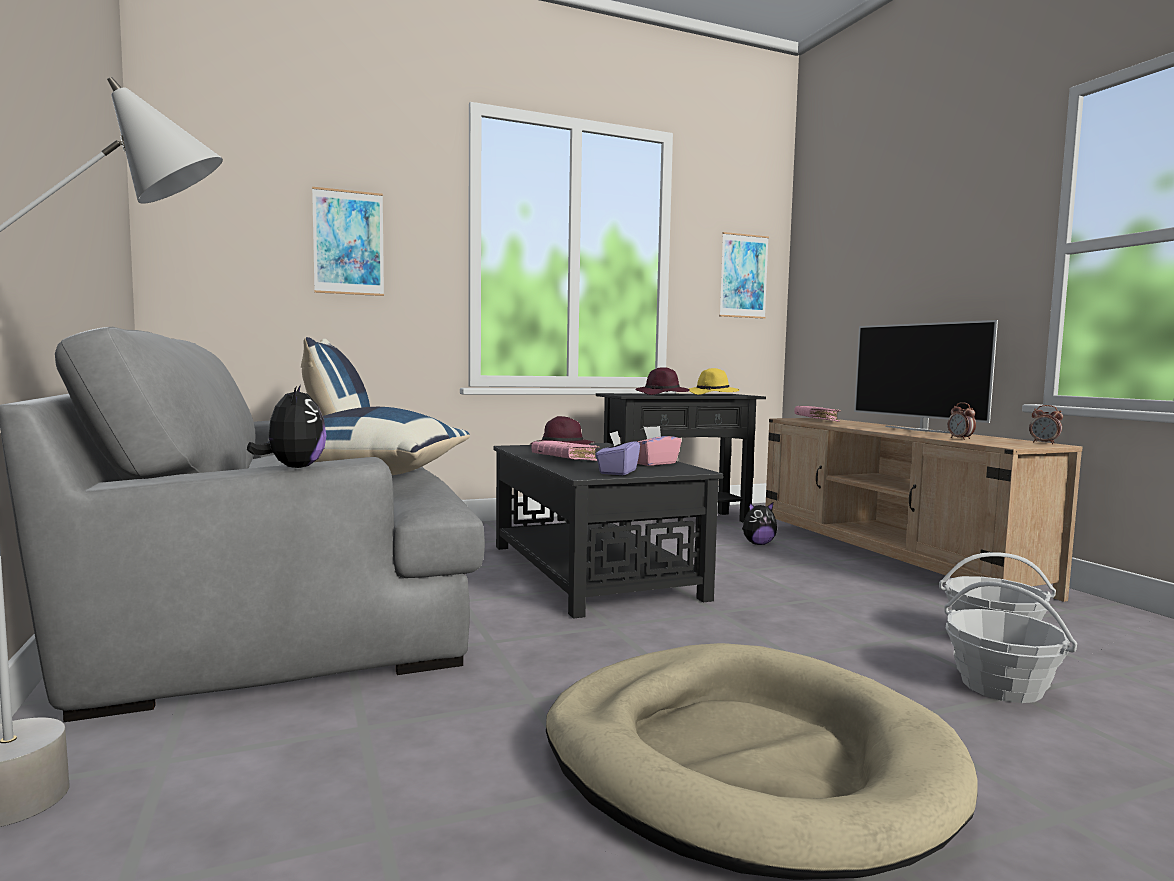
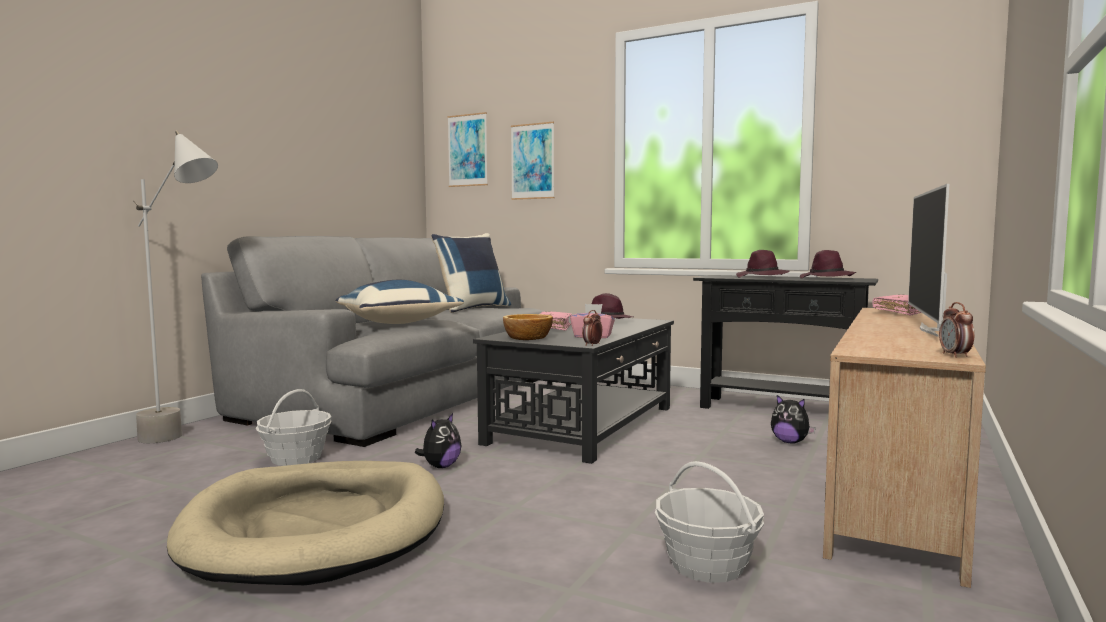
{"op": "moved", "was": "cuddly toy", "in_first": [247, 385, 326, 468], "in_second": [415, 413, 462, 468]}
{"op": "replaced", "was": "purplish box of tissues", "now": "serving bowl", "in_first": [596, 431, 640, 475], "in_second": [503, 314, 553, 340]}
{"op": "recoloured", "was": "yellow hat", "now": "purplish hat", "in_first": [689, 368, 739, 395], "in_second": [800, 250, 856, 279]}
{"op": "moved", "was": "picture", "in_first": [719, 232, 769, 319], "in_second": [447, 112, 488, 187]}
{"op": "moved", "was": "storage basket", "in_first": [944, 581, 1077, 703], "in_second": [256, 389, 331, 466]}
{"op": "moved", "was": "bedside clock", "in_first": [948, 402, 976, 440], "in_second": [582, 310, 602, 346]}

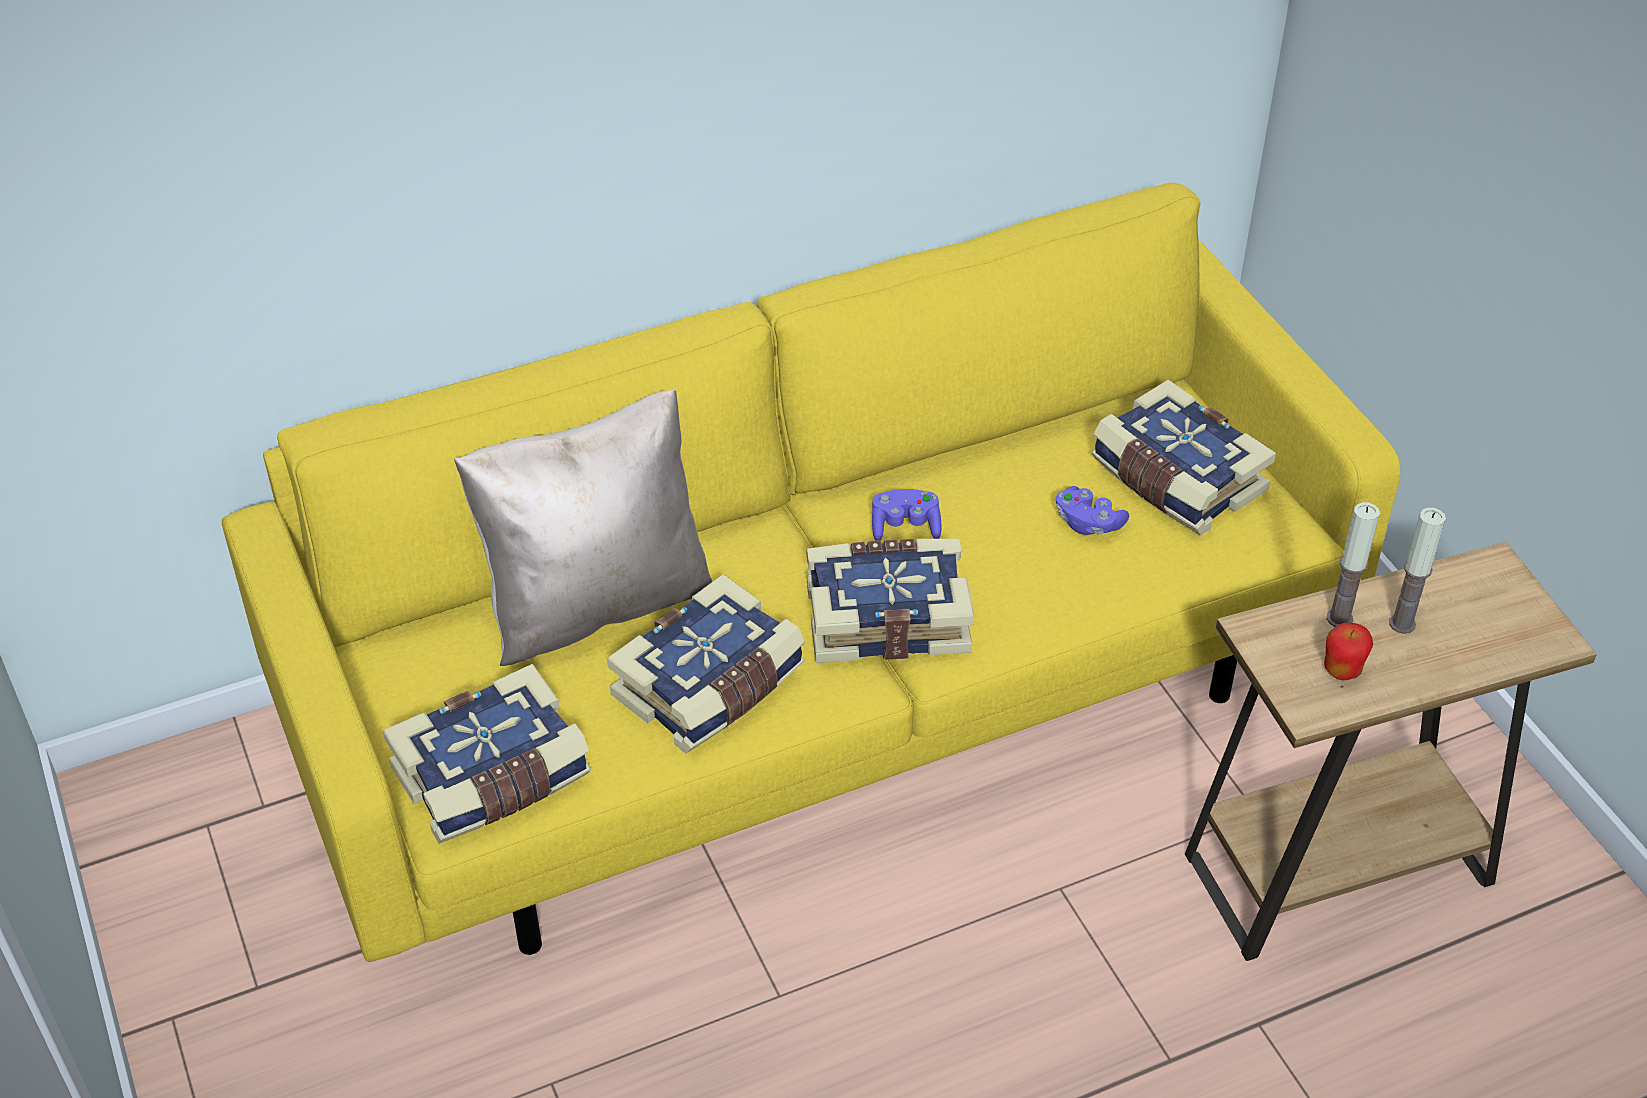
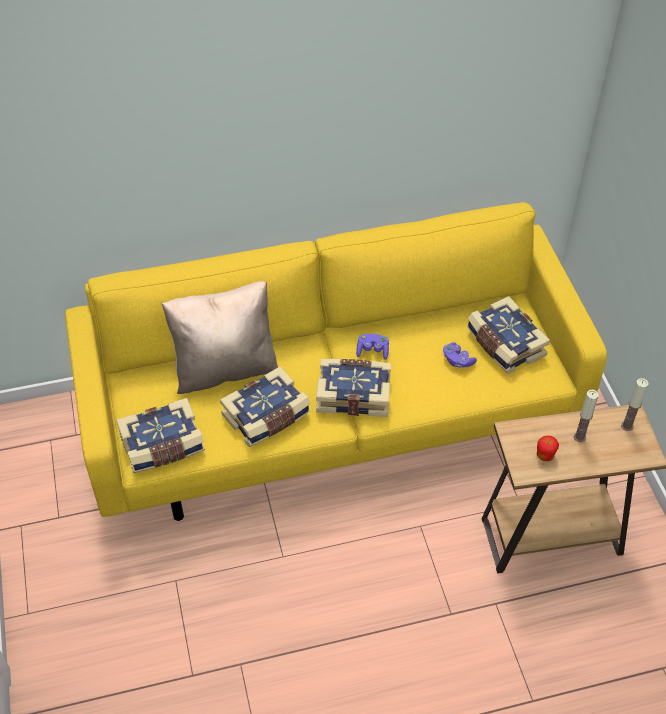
{"op": "moved", "was": "wax candle", "in_first": [1327, 502, 1380, 627], "in_second": [621, 378, 648, 431]}

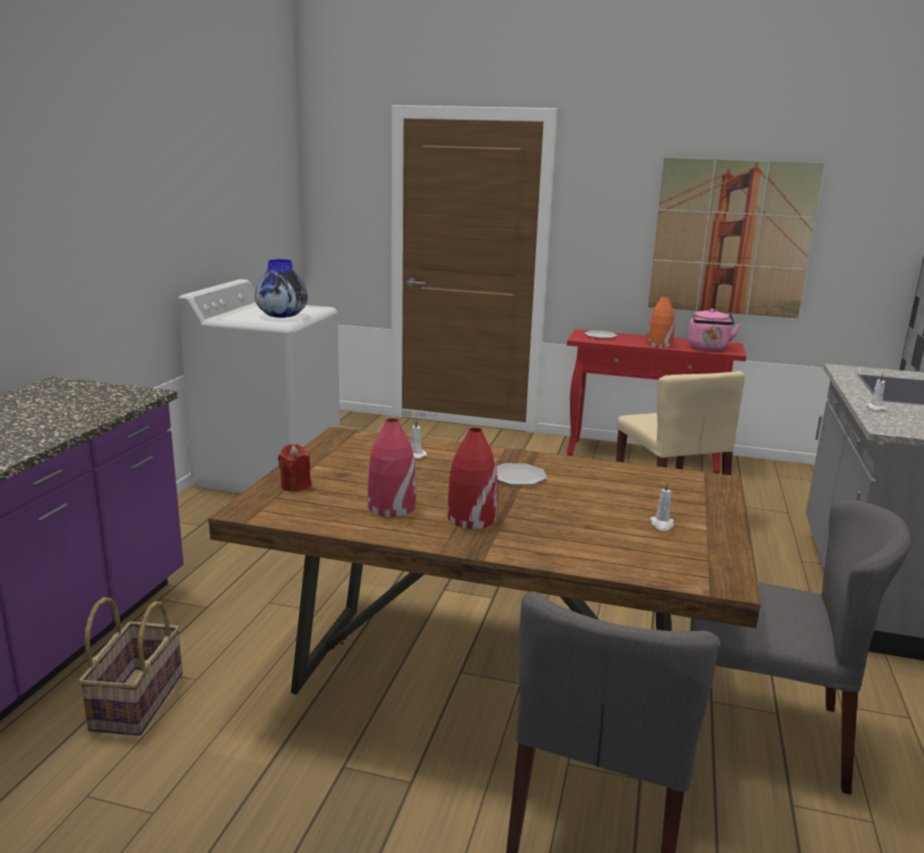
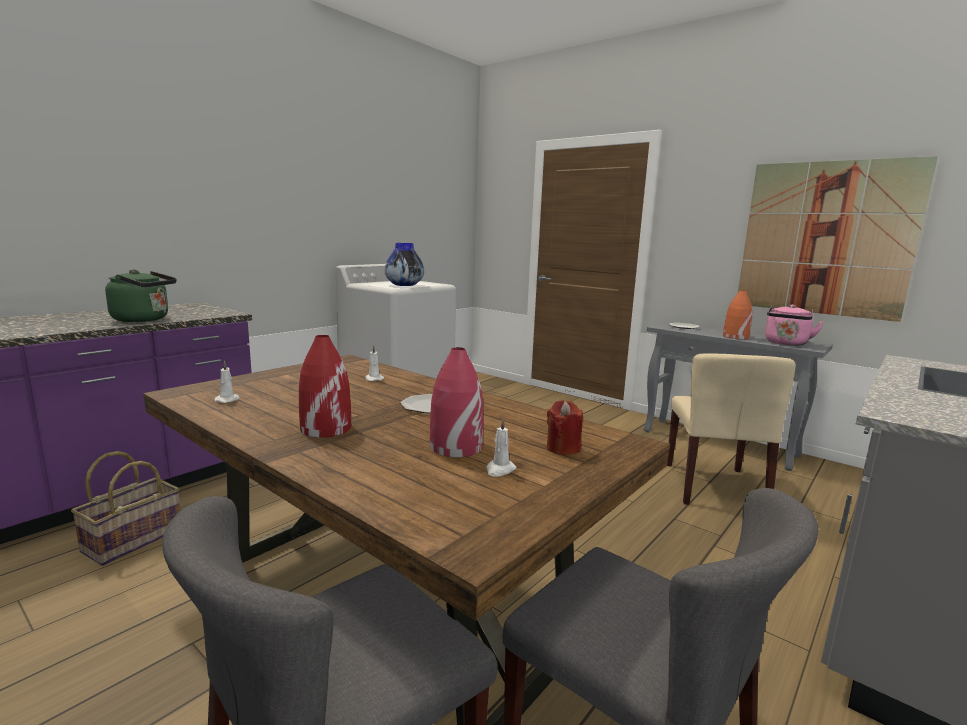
{"op": "moved", "was": "red wax candle", "in_first": [278, 444, 311, 492], "in_second": [547, 400, 583, 455]}
{"op": "moved", "was": "red vase", "in_first": [368, 418, 416, 517], "in_second": [430, 347, 483, 457]}
{"op": "recoloured", "was": "red console table", "now": "greyish console table", "in_first": [567, 329, 746, 474], "in_second": [644, 322, 833, 471]}
{"op": "moved", "was": "whitish wax candle", "in_first": [865, 374, 887, 411], "in_second": [215, 361, 239, 403]}
{"op": "added", "now": "green-coloured water kettle", "in_second": [105, 270, 177, 322]}

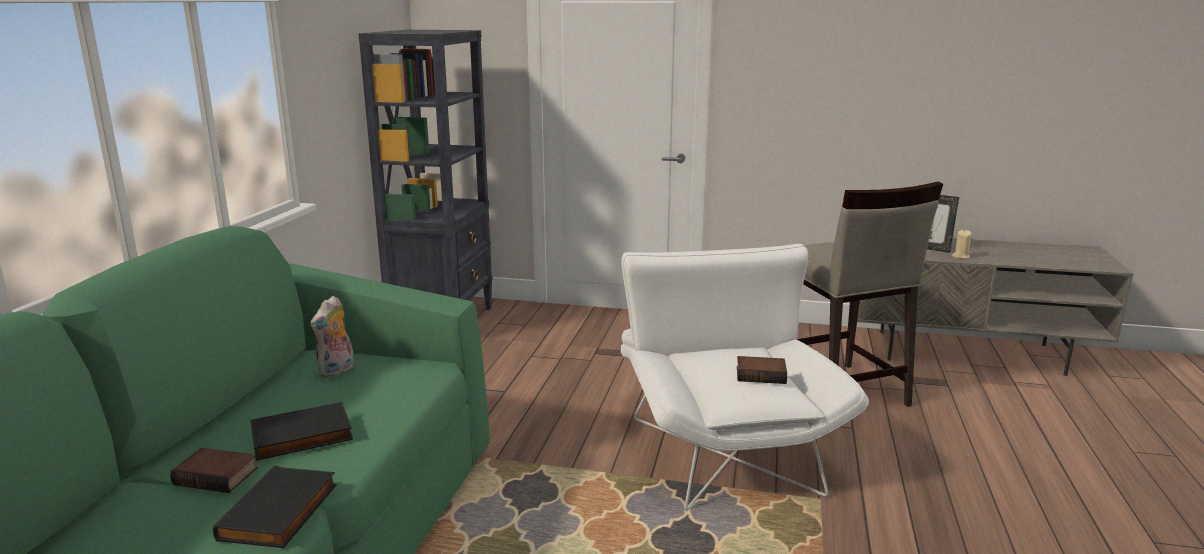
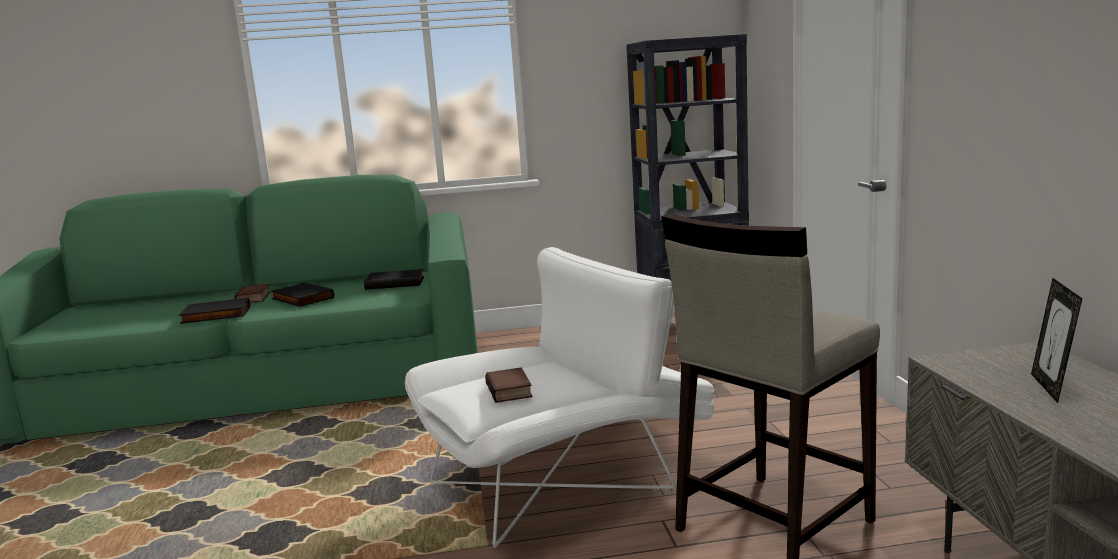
{"op": "replaced", "was": "cuddly toy", "now": "black-coloured bound book", "in_first": [310, 296, 354, 378], "in_second": [364, 269, 424, 290]}
{"op": "removed", "was": "beige-coloured wax candle", "in_first": [952, 230, 971, 259]}

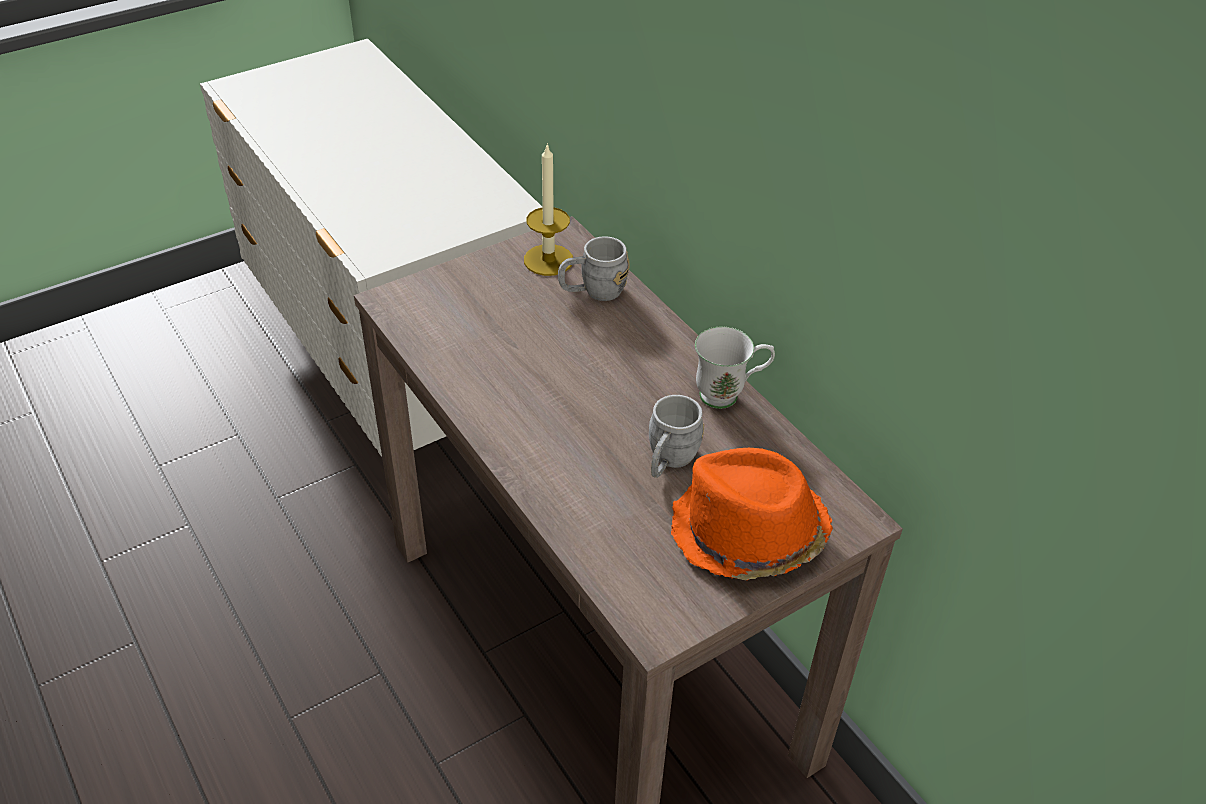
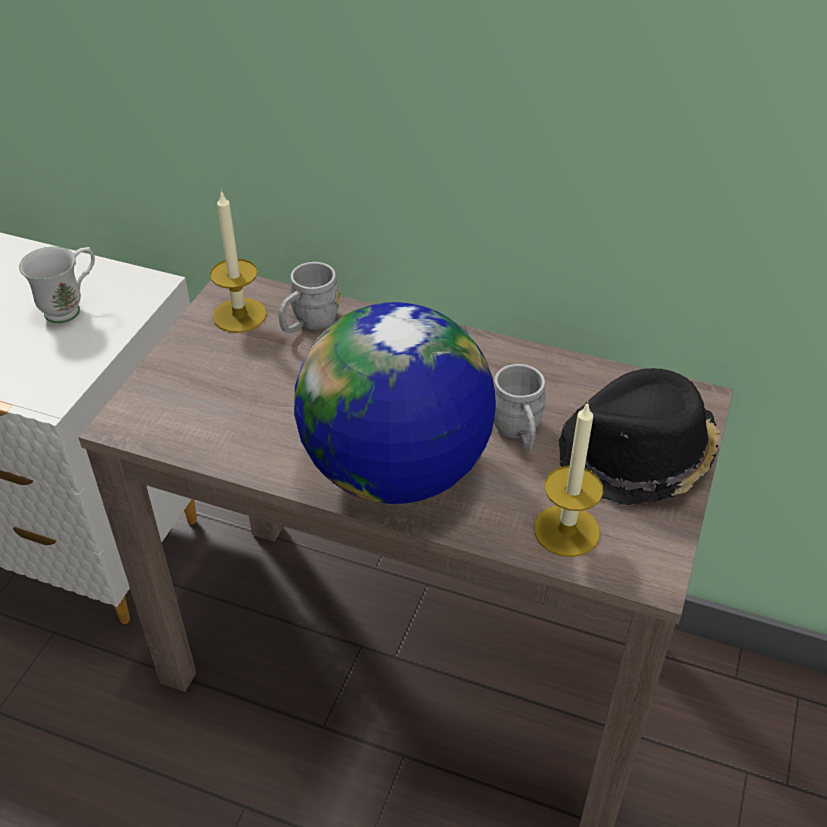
{"op": "recoloured", "was": "orangey hat", "now": "black-coloured hat", "in_first": [671, 448, 833, 580], "in_second": [559, 368, 720, 505]}
{"op": "moved", "was": "whitish coffee mug", "in_first": [695, 327, 775, 409], "in_second": [19, 247, 95, 323]}
{"op": "added", "now": "globe", "in_second": [294, 302, 496, 504]}
{"op": "added", "now": "wax candle", "in_second": [534, 402, 603, 557]}

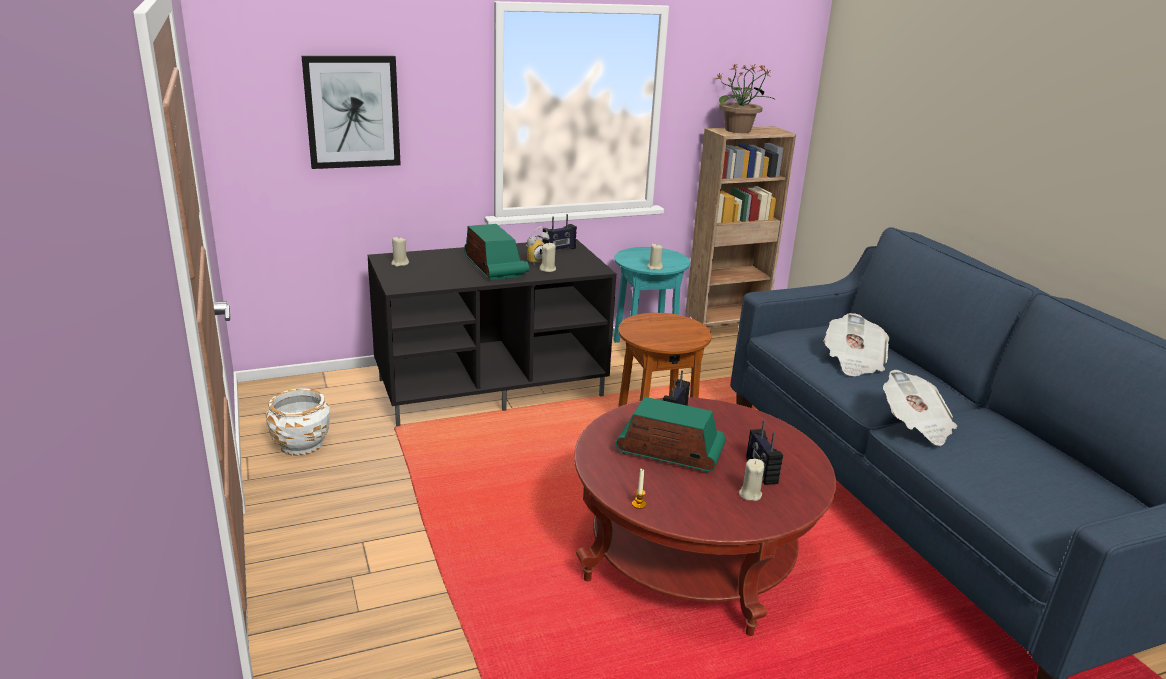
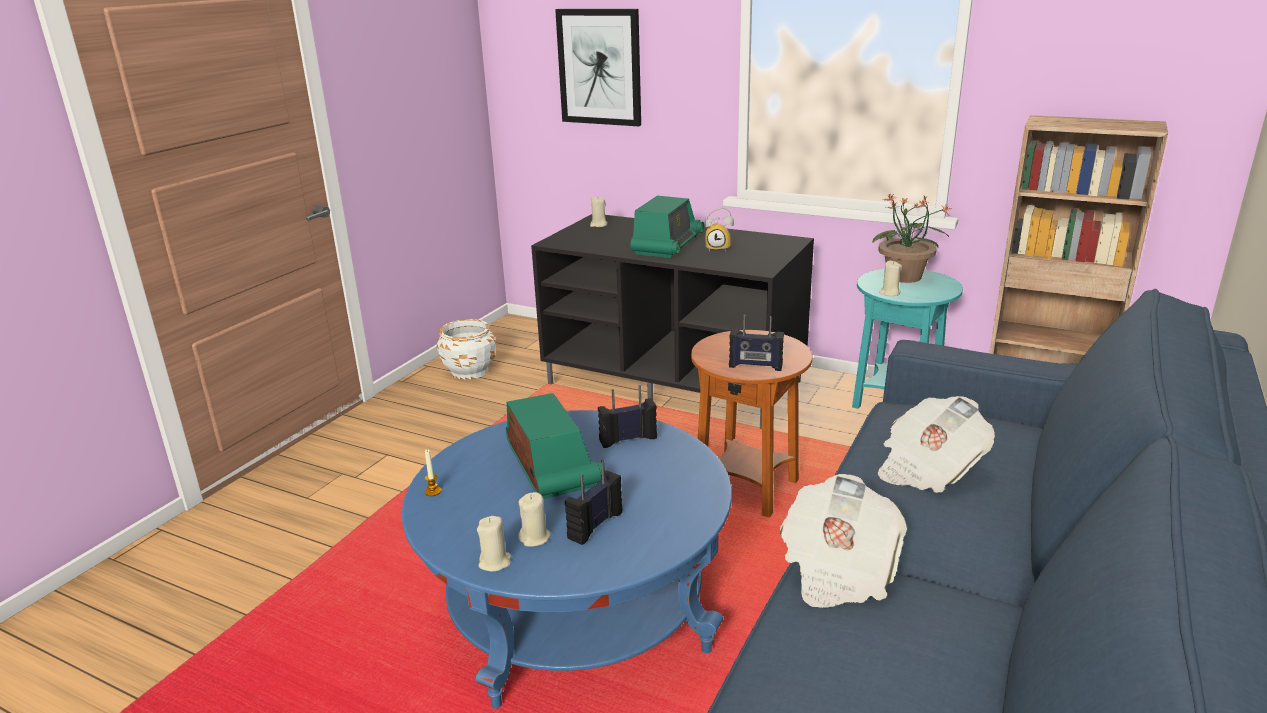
{"op": "moved", "was": "beige-coloured wax candle", "in_first": [539, 243, 556, 272], "in_second": [477, 516, 511, 572]}
{"op": "moved", "was": "radio", "in_first": [543, 214, 577, 249], "in_second": [729, 315, 784, 371]}
{"op": "recoloured", "was": "red coffee table", "now": "bluish coffee table", "in_first": [574, 397, 836, 636], "in_second": [402, 410, 732, 708]}
{"op": "moved", "was": "plant in a pot", "in_first": [715, 64, 775, 133], "in_second": [873, 194, 952, 283]}

